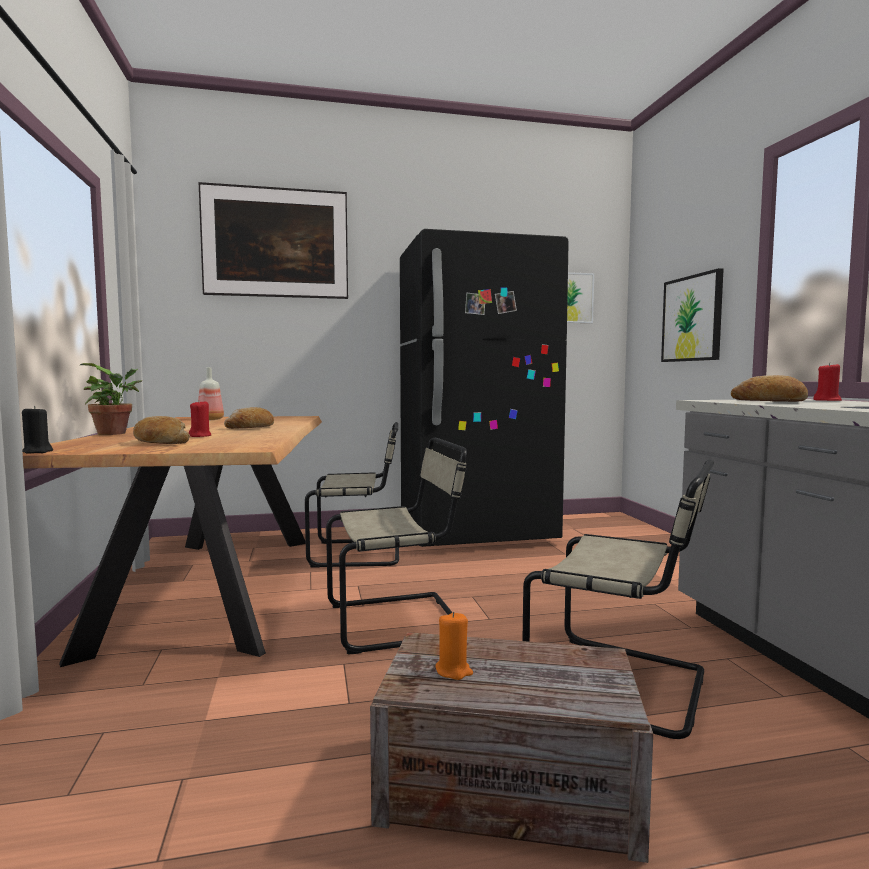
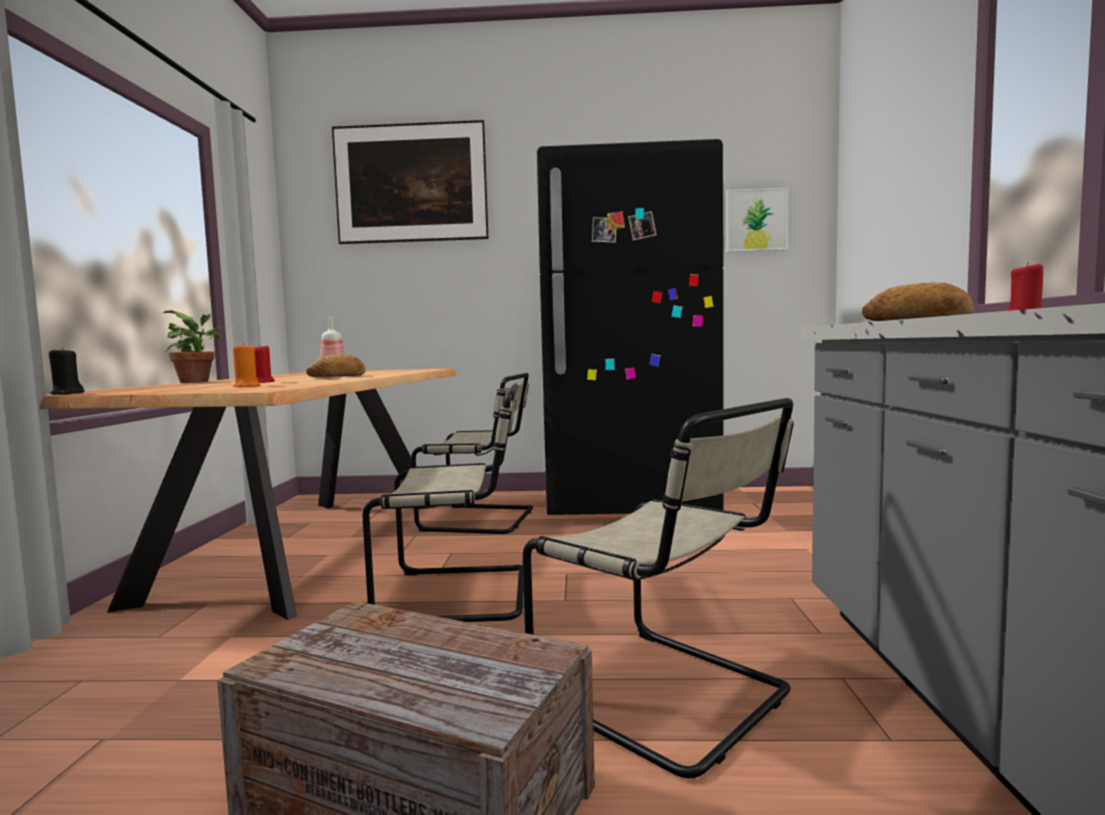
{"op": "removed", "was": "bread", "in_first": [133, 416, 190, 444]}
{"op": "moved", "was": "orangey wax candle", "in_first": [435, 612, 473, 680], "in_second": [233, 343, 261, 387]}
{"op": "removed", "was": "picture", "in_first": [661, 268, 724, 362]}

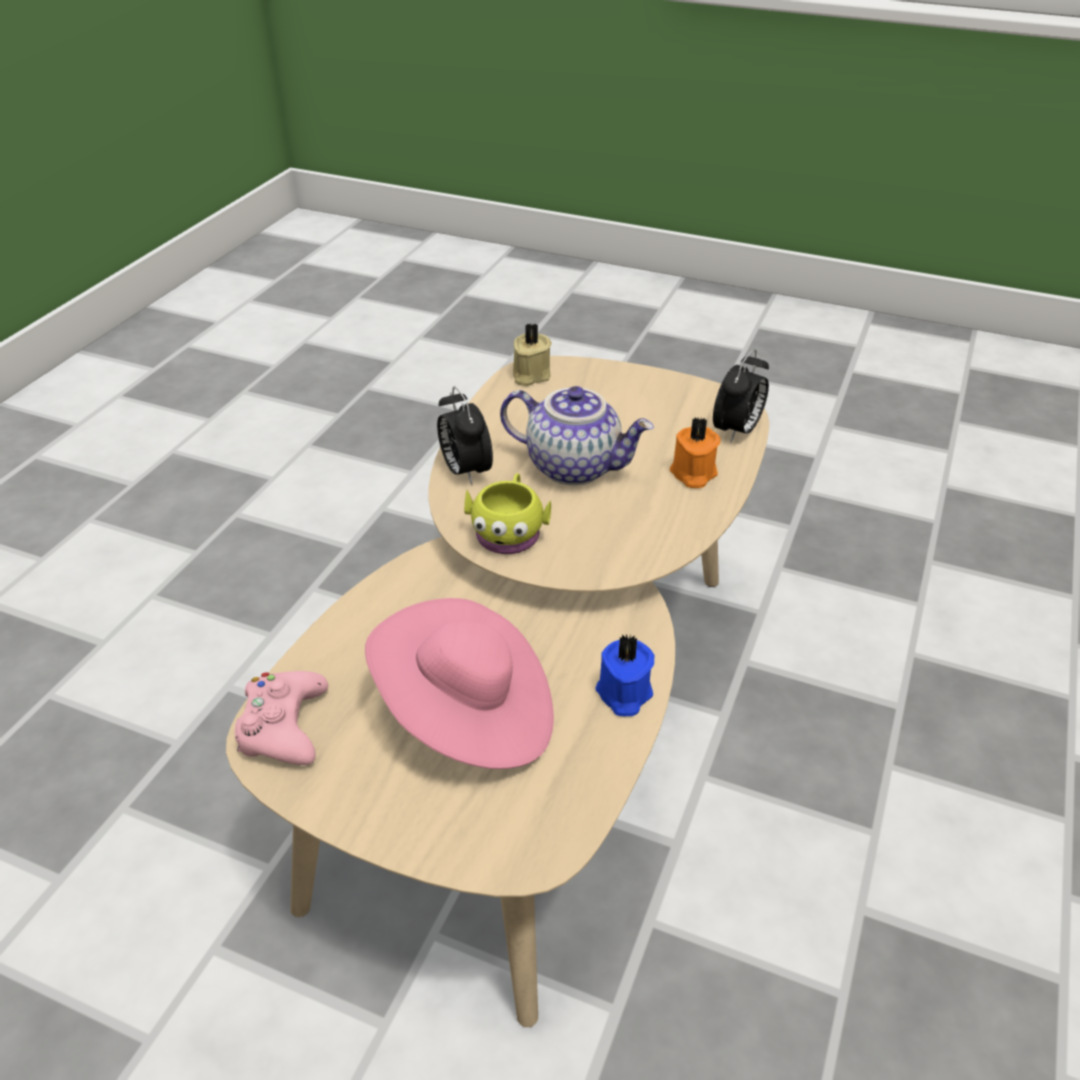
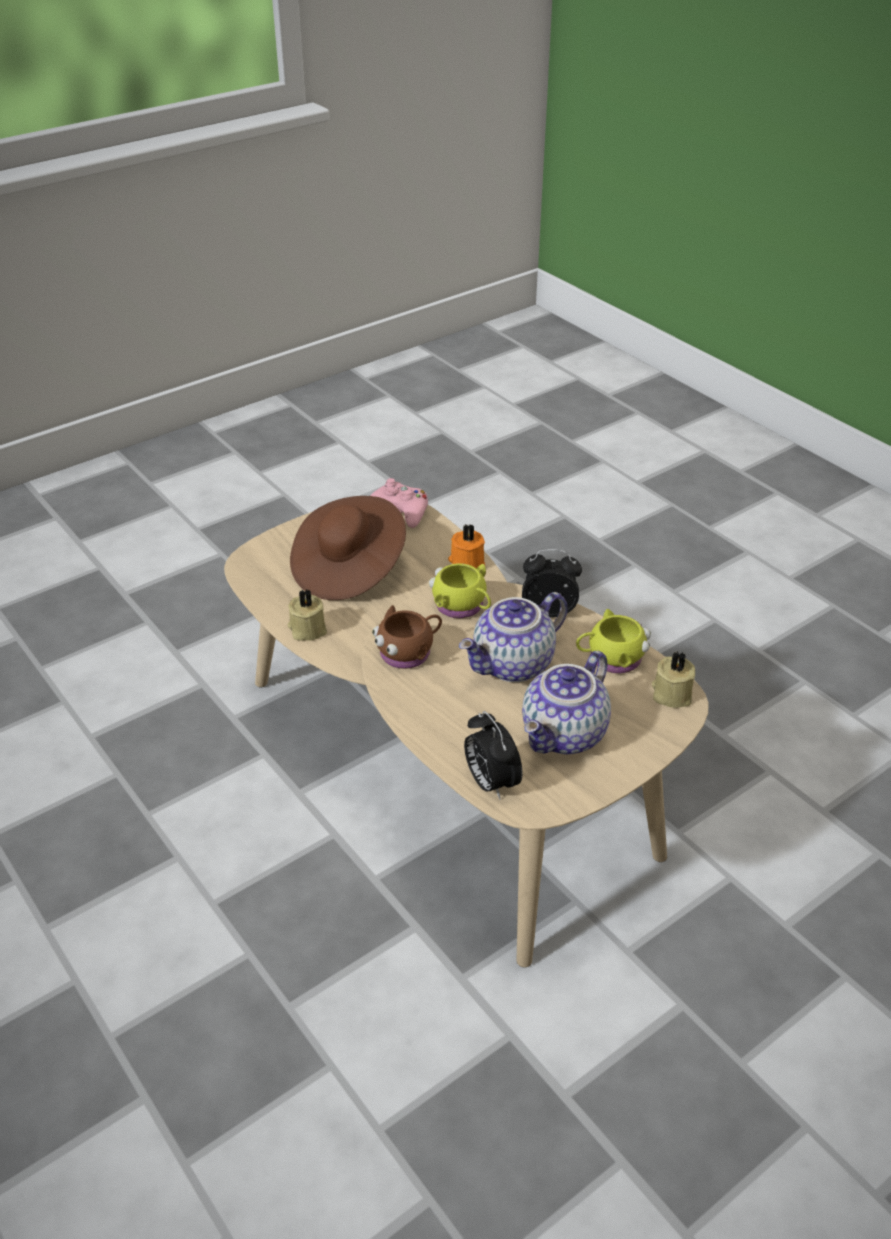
{"op": "recoloured", "was": "pinkish hat", "now": "brownish hat", "in_first": [365, 598, 554, 769], "in_second": [290, 496, 406, 600]}
{"op": "recoloured", "was": "bluish wax candle", "now": "beige-coloured wax candle", "in_first": [596, 634, 654, 716], "in_second": [287, 589, 327, 641]}
{"op": "moved", "was": "orangey wax candle", "in_first": [669, 417, 720, 488], "in_second": [448, 524, 485, 569]}
{"op": "added", "now": "brownish coffee mug", "in_second": [372, 605, 442, 669]}
{"op": "added", "now": "teapot", "in_second": [522, 651, 611, 754]}
{"op": "added", "now": "yellow coffee mug", "in_second": [576, 609, 651, 674]}

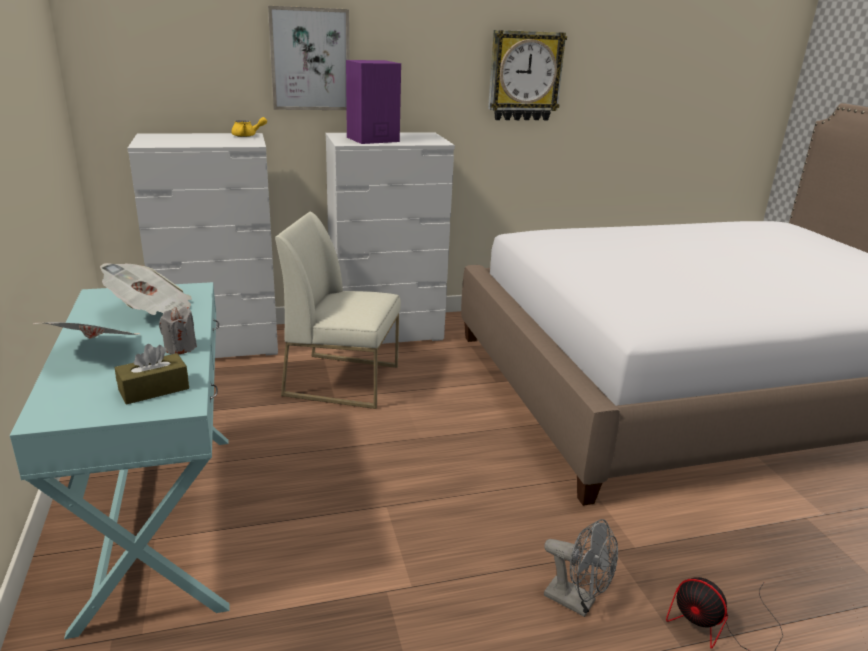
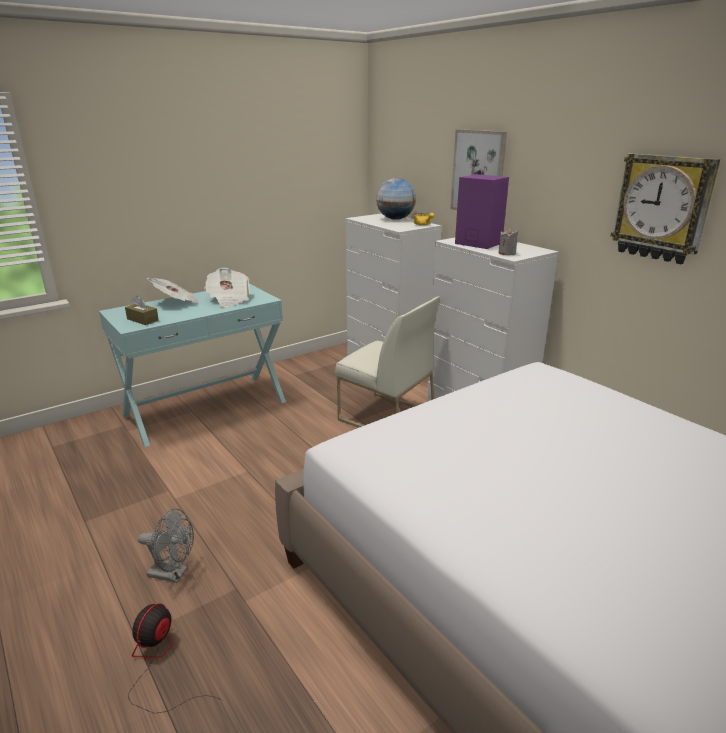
{"op": "moved", "was": "greyish wax candle", "in_first": [159, 307, 197, 354], "in_second": [498, 228, 518, 255]}
{"op": "turned", "was": "whitish upright chair", "in_first": [275, 212, 401, 409], "in_second": [336, 297, 440, 428], "clockwise": 135}
{"op": "turned", "was": "greyish fan", "in_first": [544, 519, 618, 617], "in_second": [138, 508, 194, 583], "clockwise": -90}
{"op": "added", "now": "globe", "in_second": [376, 178, 416, 220]}

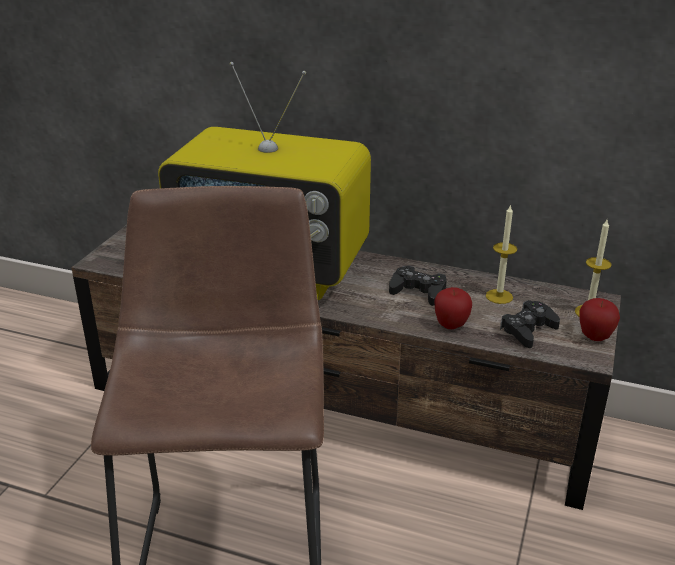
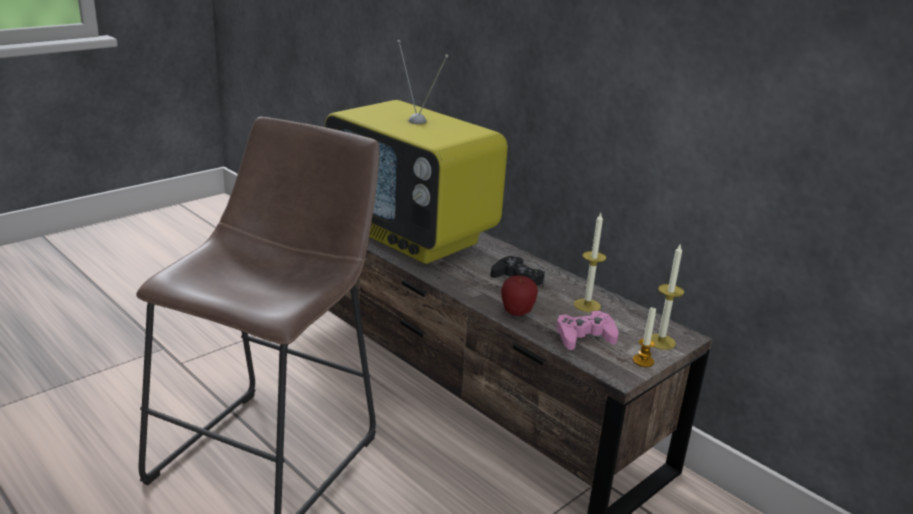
{"op": "recoloured", "was": "black-coloured gamepad", "now": "pinkish gamepad", "in_first": [500, 300, 560, 348], "in_second": [556, 310, 618, 350]}
{"op": "replaced", "was": "apple fruit", "now": "wax candle", "in_first": [579, 298, 620, 341], "in_second": [633, 306, 656, 367]}

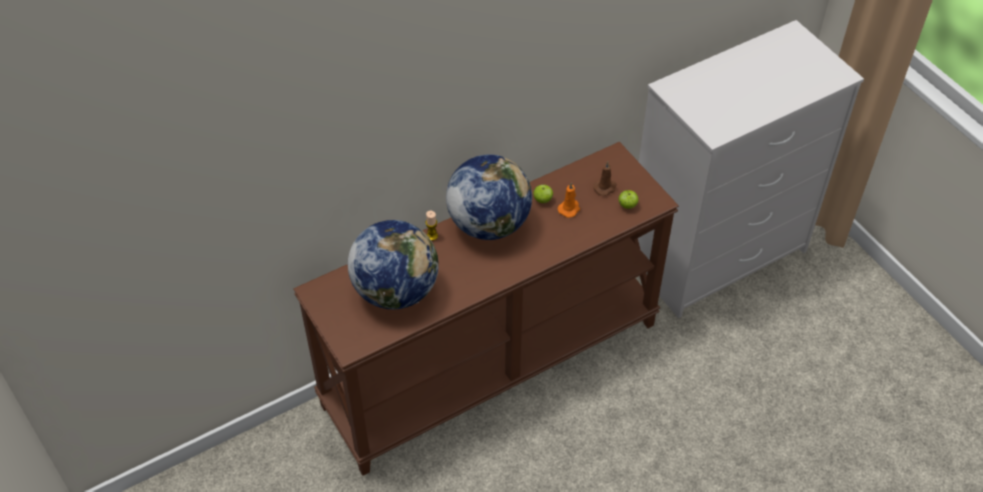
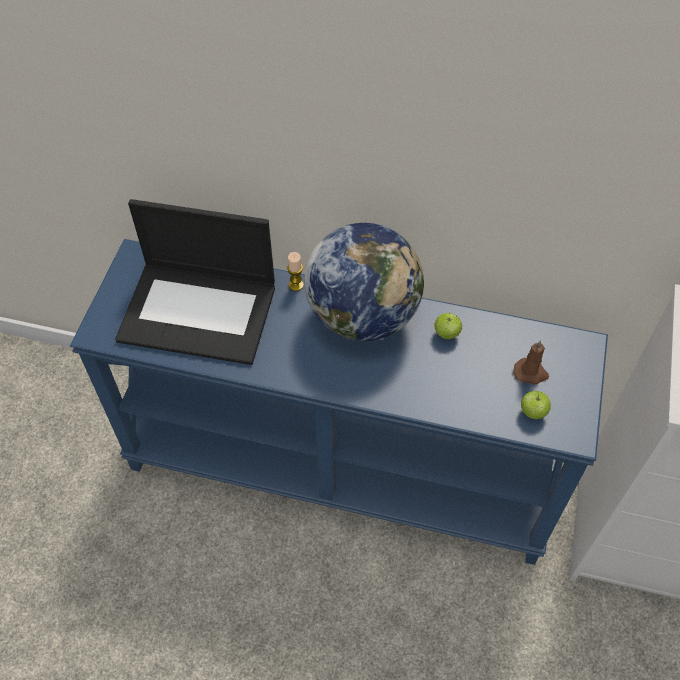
{"op": "recoloured", "was": "brownish console table", "now": "bluish console table", "in_first": [293, 142, 679, 476], "in_second": [70, 239, 608, 565]}
{"op": "replaced", "was": "globe", "now": "portable computer", "in_first": [348, 220, 439, 310], "in_second": [115, 199, 275, 365]}
{"op": "removed", "was": "orangey wax candle", "in_first": [558, 182, 580, 218]}

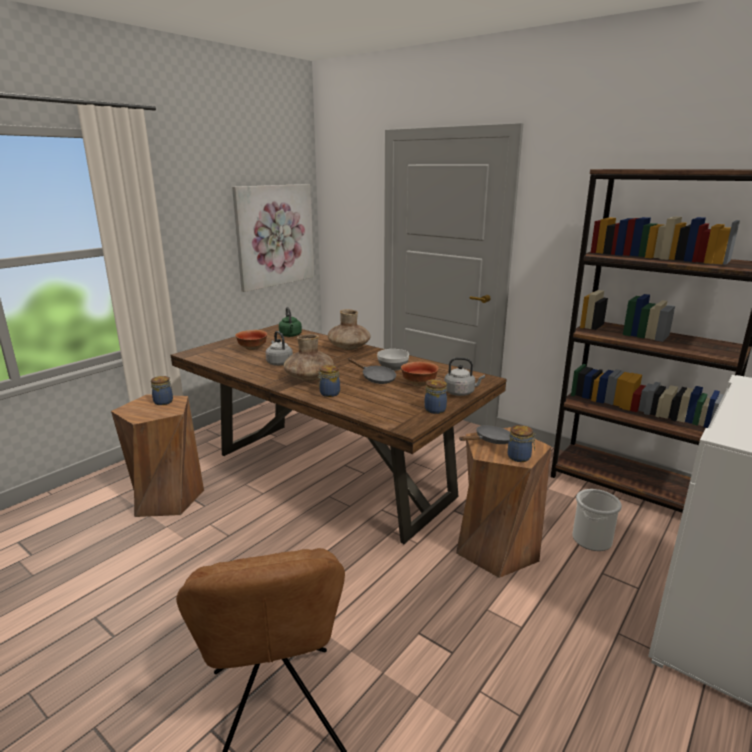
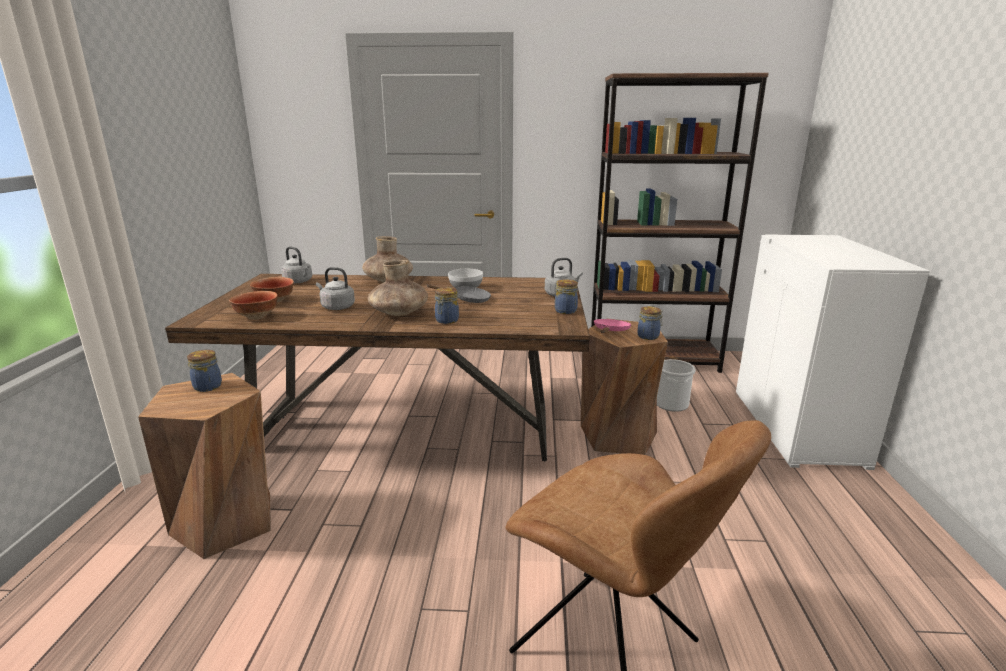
{"op": "removed", "was": "picture", "in_first": [232, 184, 314, 292]}
{"op": "recoloured", "was": "green-coloured water kettle", "now": "greyish water kettle", "in_first": [279, 307, 302, 337], "in_second": [281, 247, 312, 283]}
{"op": "moved", "was": "serving bowl", "in_first": [401, 361, 439, 386], "in_second": [229, 291, 278, 320]}
{"op": "recoloured", "was": "greyish frying pan", "now": "pinkish frying pan", "in_first": [459, 425, 510, 444], "in_second": [594, 319, 631, 333]}

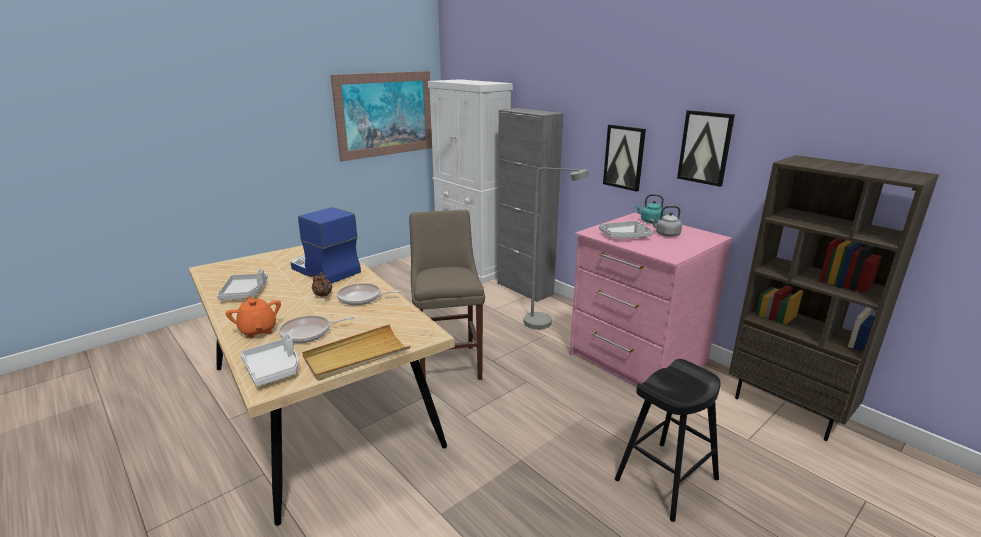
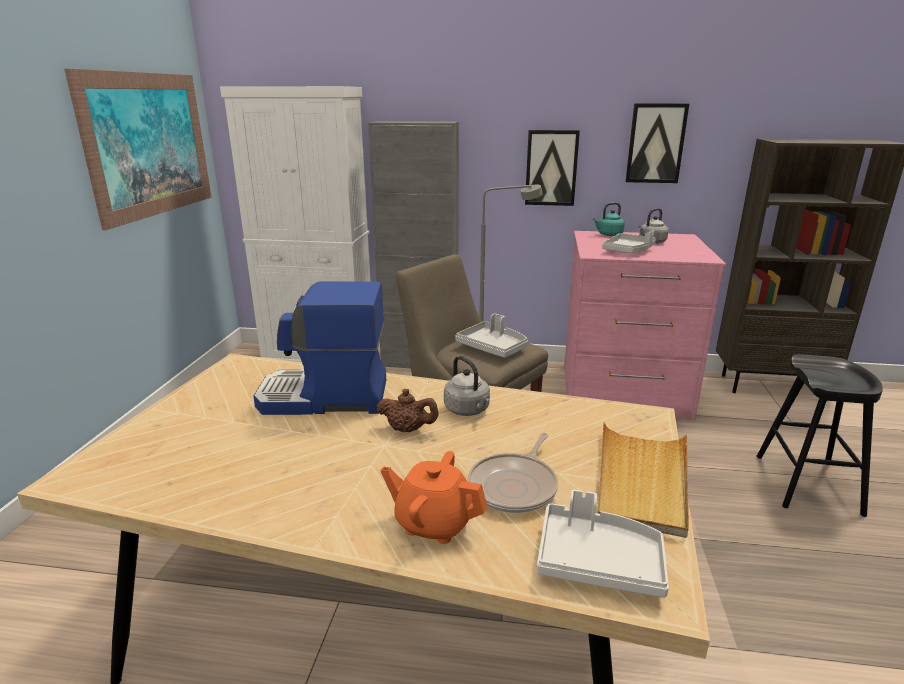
{"op": "moved", "was": "greyish tray", "in_first": [217, 269, 268, 300], "in_second": [455, 313, 528, 358]}
{"op": "replaced", "was": "frying pan", "now": "greyish water kettle", "in_first": [337, 283, 402, 305], "in_second": [444, 356, 490, 416]}

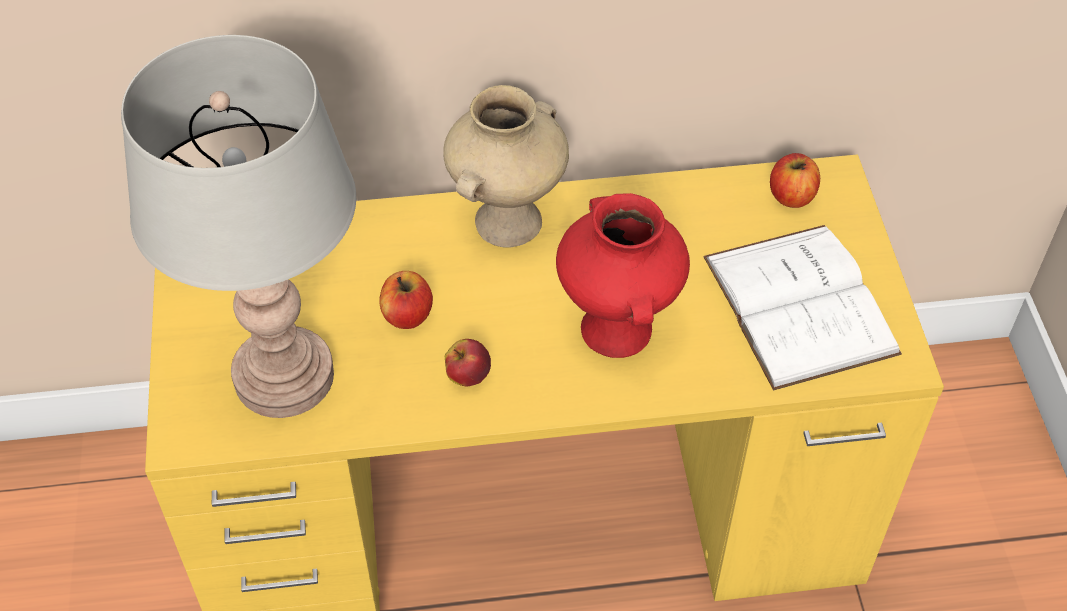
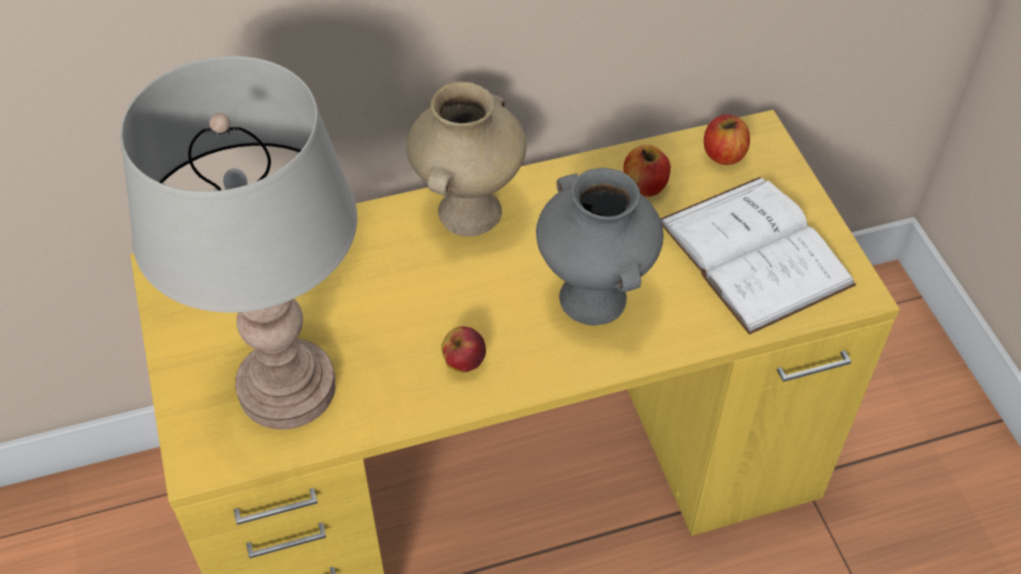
{"op": "moved", "was": "apple fruit", "in_first": [379, 271, 433, 329], "in_second": [623, 145, 671, 197]}
{"op": "recoloured", "was": "red vase", "now": "greyish vase", "in_first": [556, 193, 690, 358], "in_second": [536, 168, 664, 326]}

